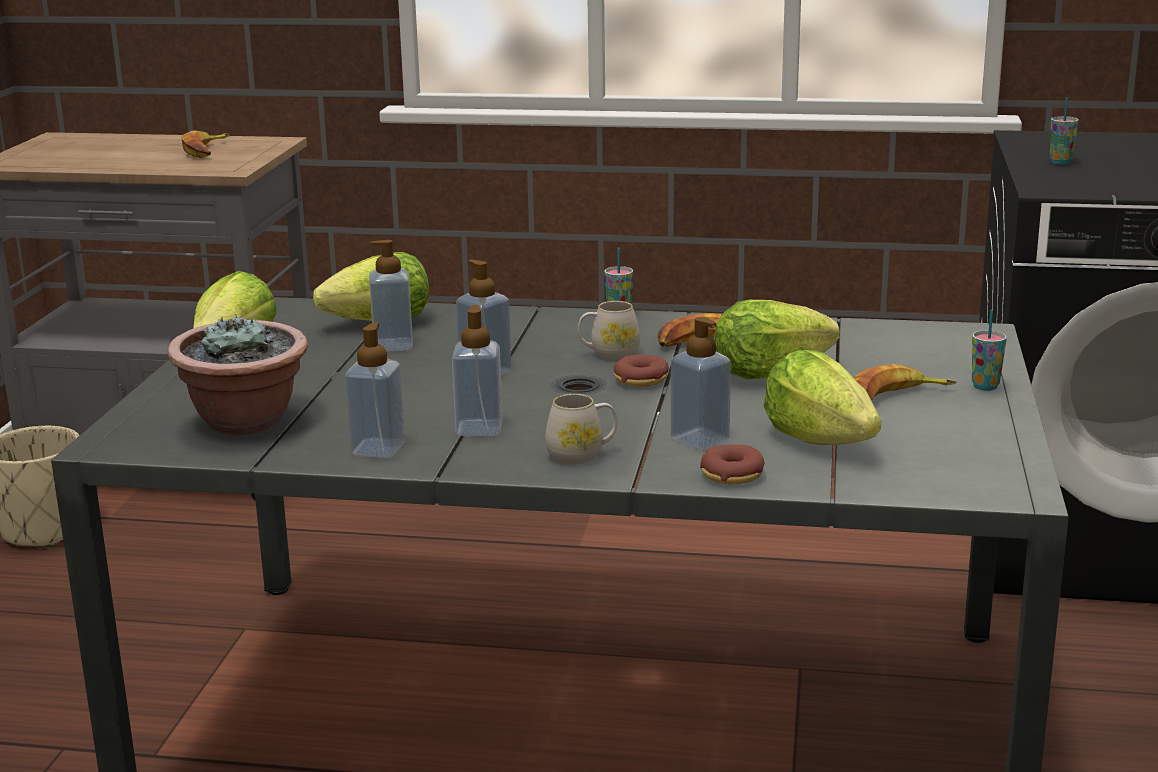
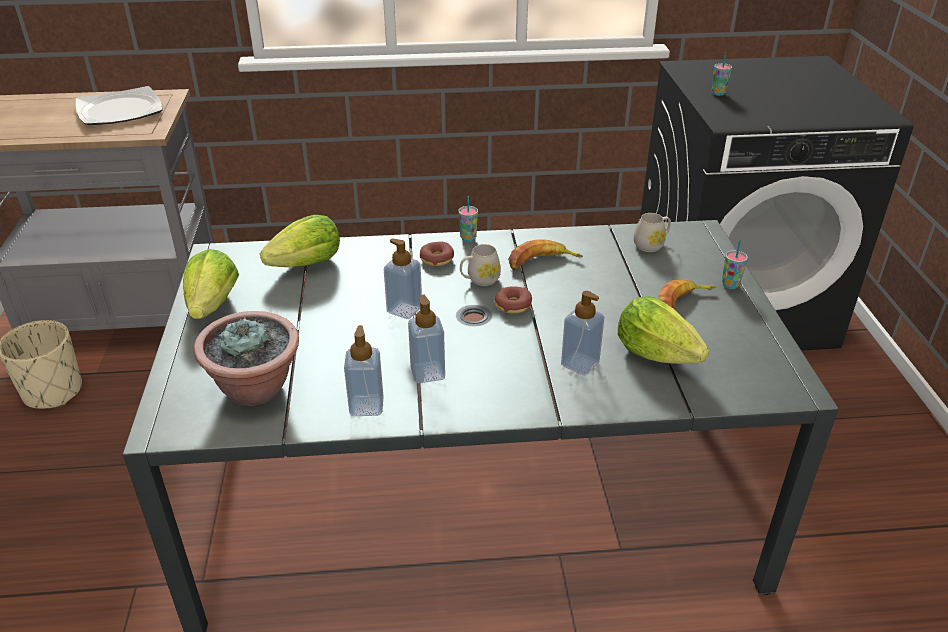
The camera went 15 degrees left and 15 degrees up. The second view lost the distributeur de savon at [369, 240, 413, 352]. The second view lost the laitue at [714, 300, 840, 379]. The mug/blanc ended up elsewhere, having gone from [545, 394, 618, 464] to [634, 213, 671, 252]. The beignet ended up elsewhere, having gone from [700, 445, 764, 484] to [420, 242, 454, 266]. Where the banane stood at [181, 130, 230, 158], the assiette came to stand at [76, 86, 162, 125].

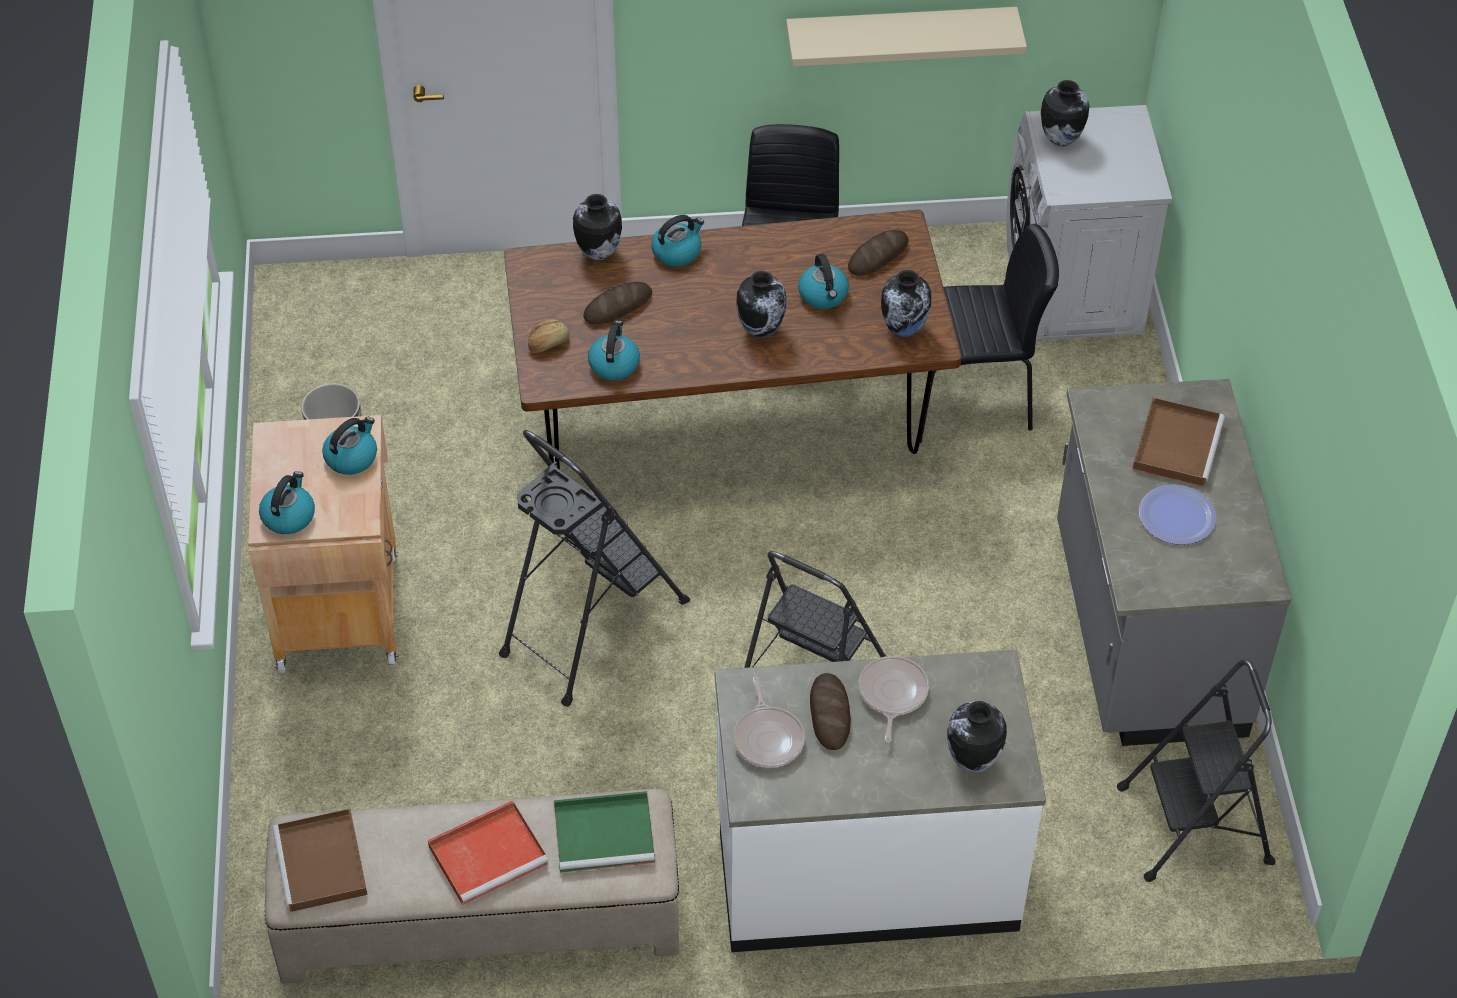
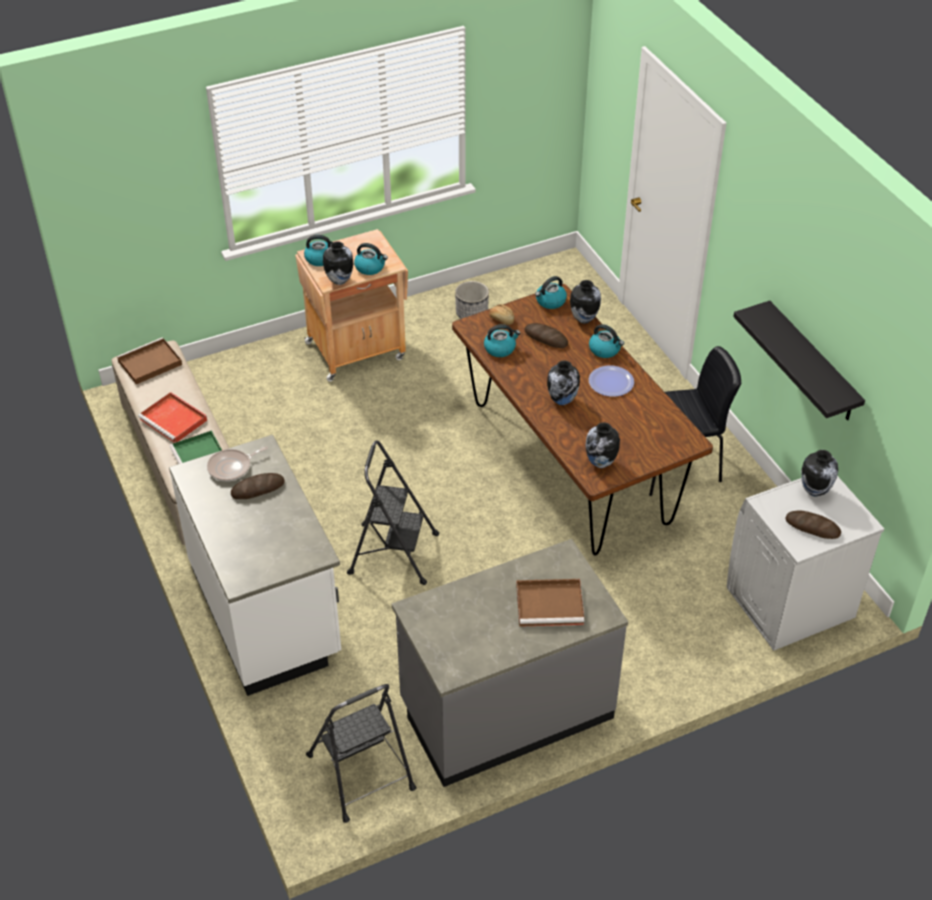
The camera went 70 degrees right and 5 degrees down. The second view lost the escabeau at [499, 430, 690, 706]. The second view lost the poêle at [859, 656, 929, 742]. The second view lost the chaise/noir at [920, 224, 1059, 443]. The bouilloire ended up elsewhere, having gone from [798, 254, 849, 309] to [535, 276, 567, 309]. The pain ended up elsewhere, having gone from [848, 230, 909, 276] to [785, 510, 841, 539]. The vase ended up elsewhere, having gone from [947, 701, 1007, 772] to [323, 241, 353, 285]. The assiette ended up elsewhere, having gone from [1139, 484, 1216, 545] to [589, 366, 634, 397]. What was the étagère/beige at [786, 7, 1027, 67] turned into the étagère/noir at [733, 301, 865, 420].

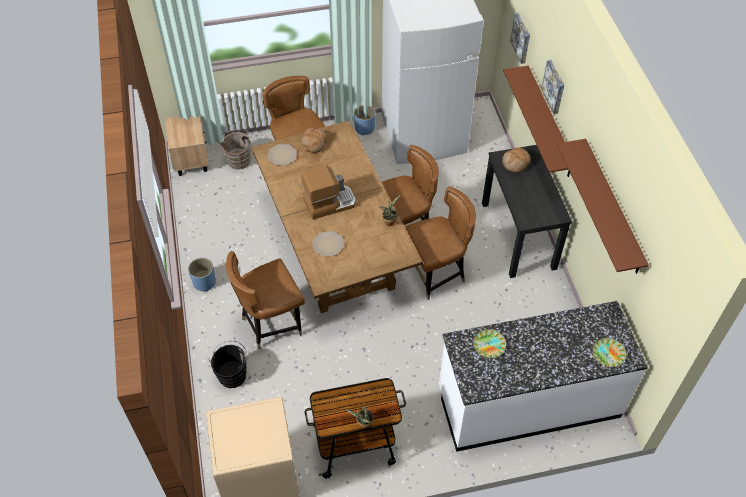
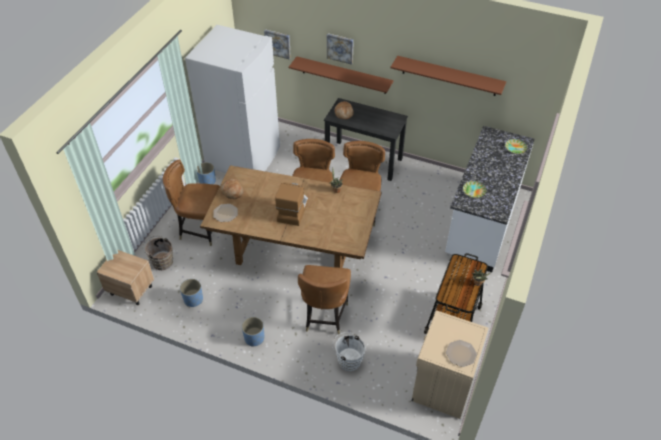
The camera went 55 degrees left and 5 degrees down. The second view gained the cache-pot/bleu at [180, 279, 203, 307]. The assiette ended up elsewhere, having gone from [312, 231, 344, 257] to [446, 340, 477, 367]. What was the seau/noir at [209, 340, 248, 388] turned into the seau/blanc at [332, 332, 365, 371].

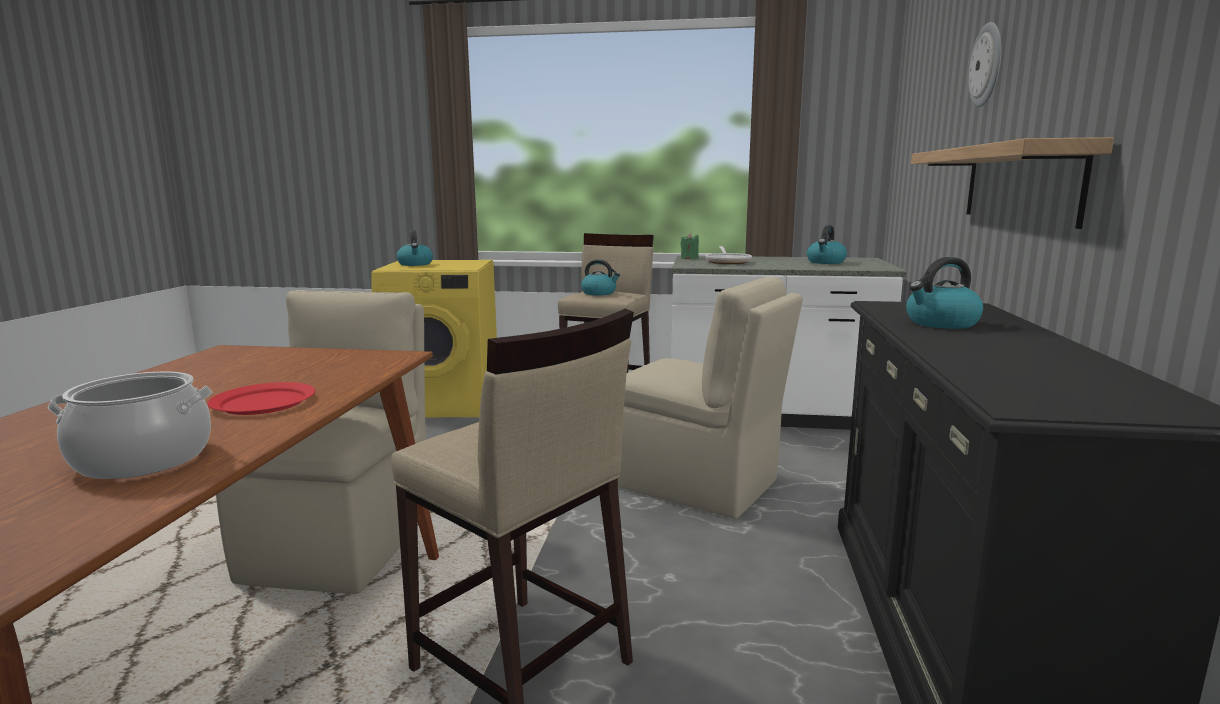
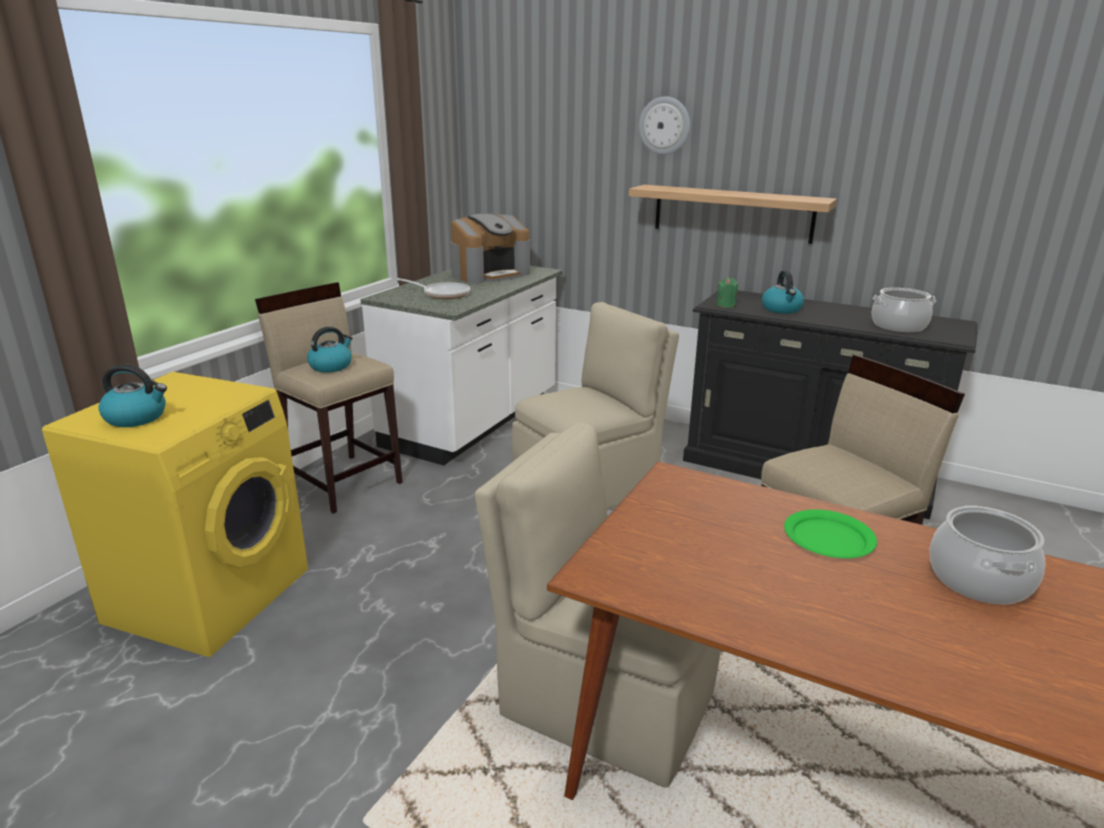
The camera went 70 degrees left and 10 degrees up. The second view gained the marmite at [871, 288, 936, 333]. The bougie/vert ended up elsewhere, having gone from [681, 232, 699, 259] to [716, 277, 738, 308]. Where the bouilloire stood at [807, 225, 847, 264], the machine à café came to stand at [451, 213, 530, 284]. What was the assiette/rouge at [208, 382, 315, 415] turned into the assiette/vert at [784, 509, 877, 558].

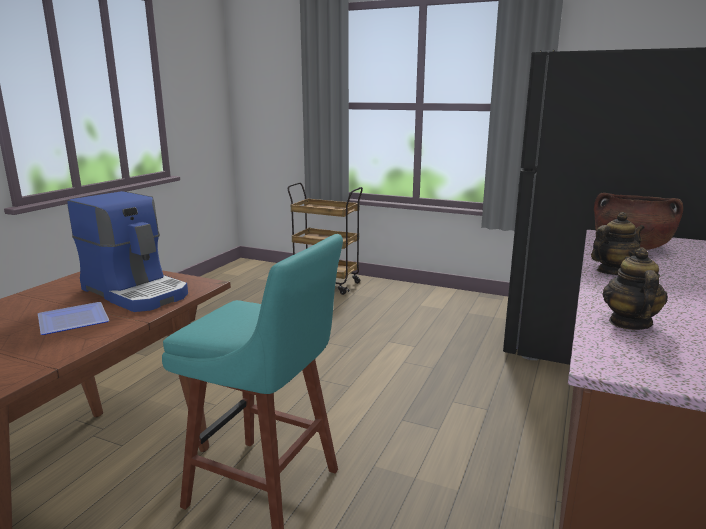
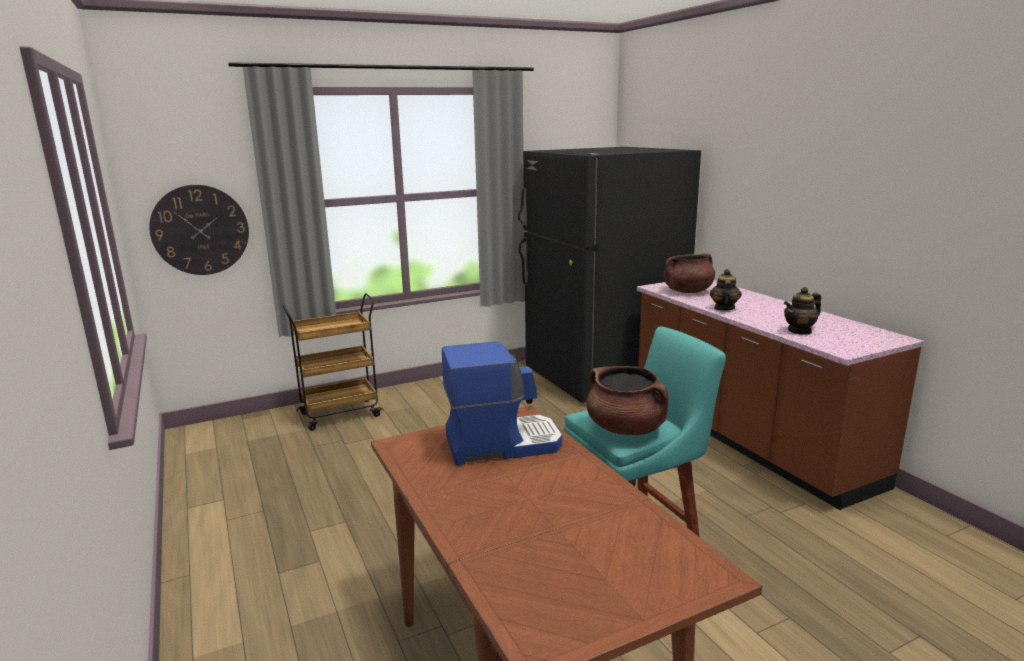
The camera went 50 degrees left and 0 degrees up. The second view lost the assiette at [38, 302, 109, 335]. The second view gained the horloge murale at [149, 185, 249, 275]. The second view gained the marmite/marron at [586, 366, 669, 435]. The théière at [603, 247, 668, 330] ended up facing another way, 75 degrees counterclockwise from before.

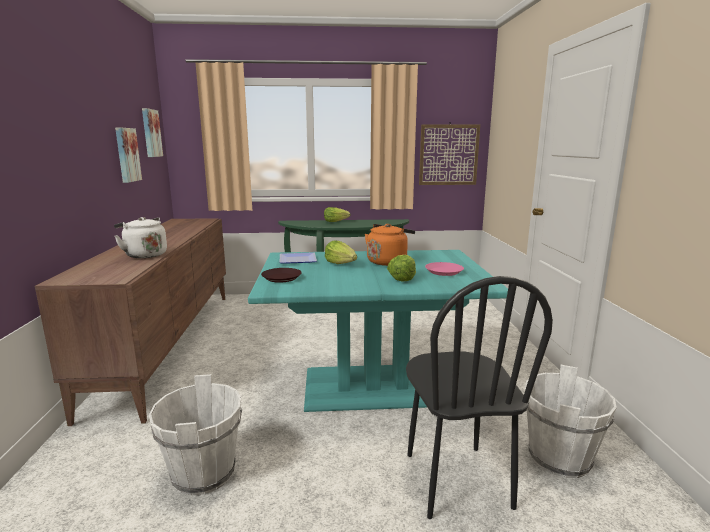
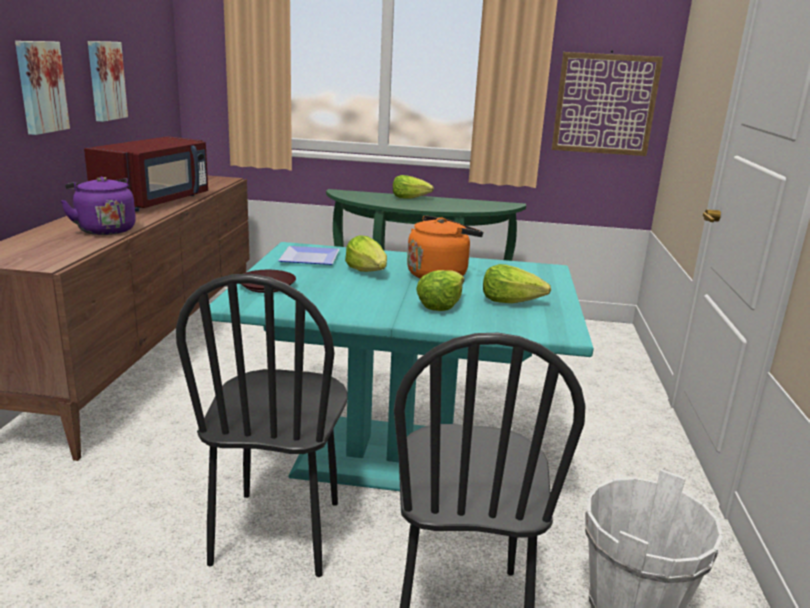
The camera went 10 degrees right and 5 degrees up. The second view lost the seau/blanc at [149, 374, 242, 495]. The second view gained the micro-ondes/rouge at [84, 136, 208, 212]. The second view gained the chaise/noir at [176, 274, 348, 577]. The tableau ended up elsewhere, having gone from [142, 108, 163, 157] to [15, 41, 70, 135]. Where the assiette/rose stood at [425, 262, 464, 276], the laitue came to stand at [483, 264, 551, 303]. What was the bouilloire/blanc at [114, 217, 167, 258] turned into the bouilloire/violet at [61, 177, 136, 235].

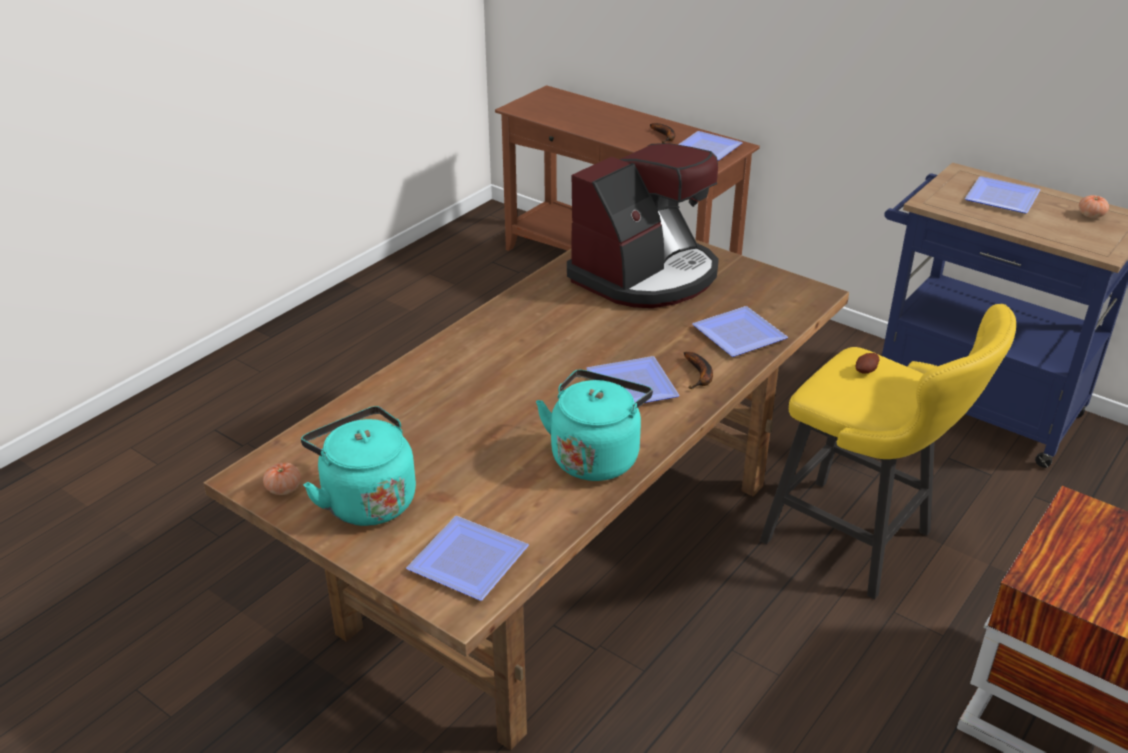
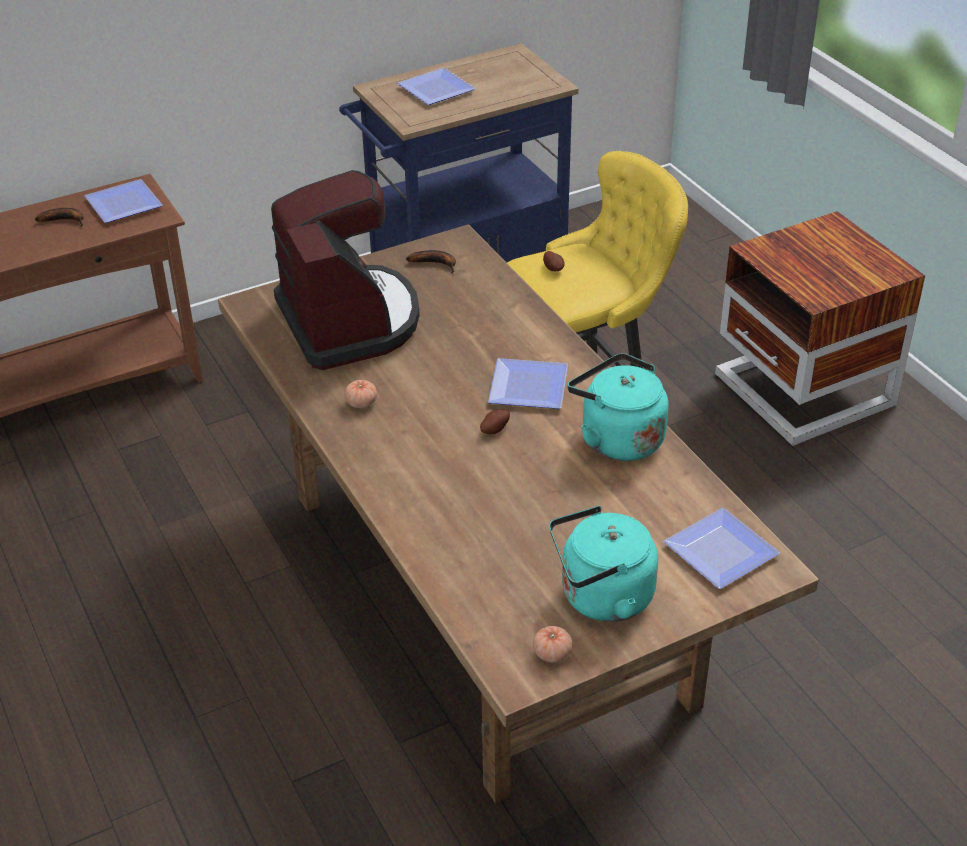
The camera went 65 degrees left and 5 degrees up. The second view lost the assiette at [692, 306, 788, 357]. The second view gained the pomme de terre at [480, 409, 510, 435]. The banane ended up elsewhere, having gone from [684, 352, 713, 389] to [406, 250, 456, 273]. The tomate ended up elsewhere, having gone from [1079, 195, 1109, 218] to [344, 380, 377, 408].

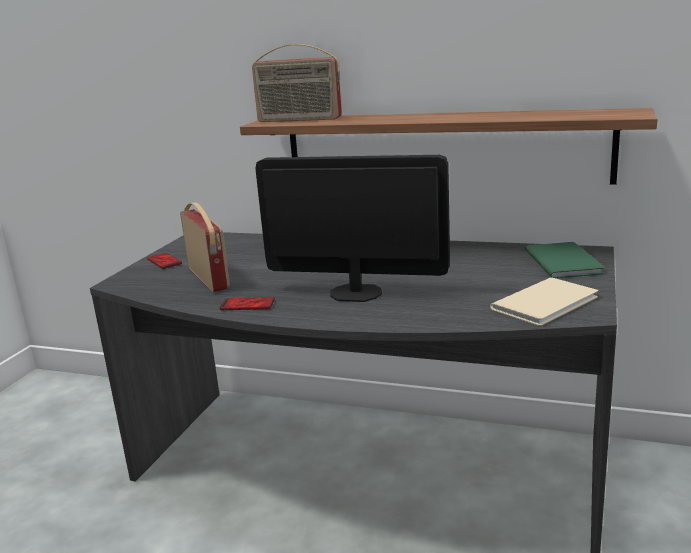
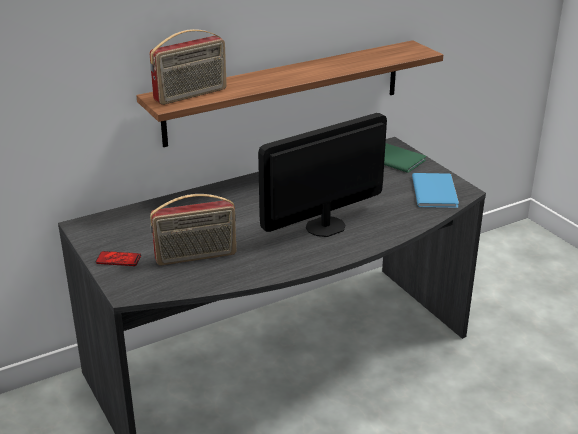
The camera went 50 degrees left and 10 degrees up. The second view lost the téléphone at [220, 297, 275, 310]. What was the livre/beige at [490, 277, 598, 326] turned into the livre/bleu at [412, 173, 459, 208]. The radio at [180, 202, 230, 292] ended up facing another way, 150 degrees clockwise from before.

